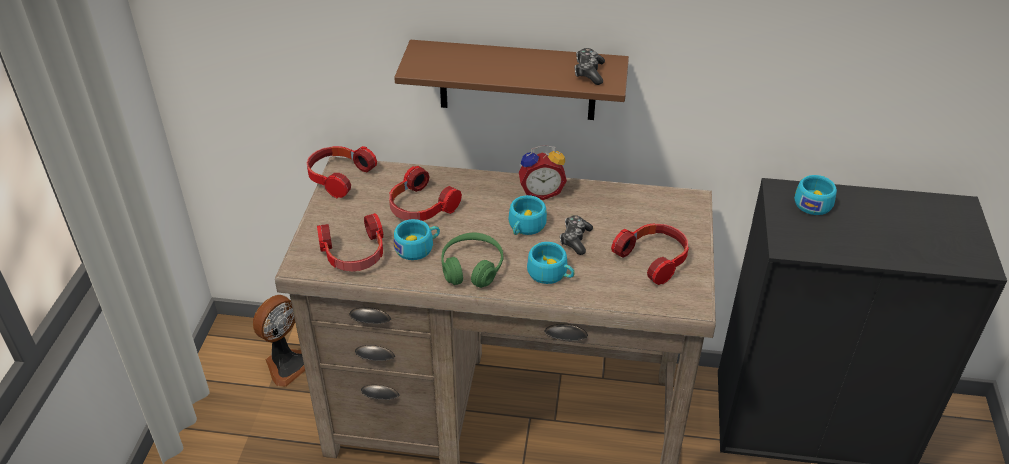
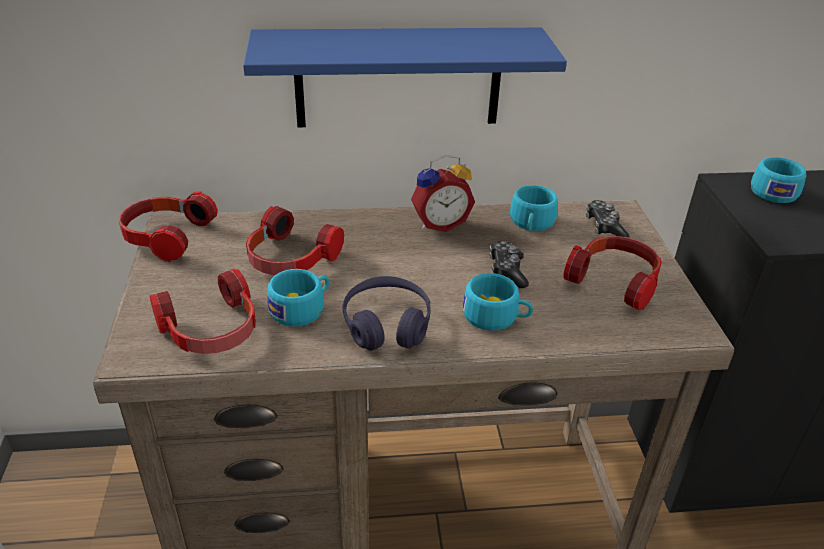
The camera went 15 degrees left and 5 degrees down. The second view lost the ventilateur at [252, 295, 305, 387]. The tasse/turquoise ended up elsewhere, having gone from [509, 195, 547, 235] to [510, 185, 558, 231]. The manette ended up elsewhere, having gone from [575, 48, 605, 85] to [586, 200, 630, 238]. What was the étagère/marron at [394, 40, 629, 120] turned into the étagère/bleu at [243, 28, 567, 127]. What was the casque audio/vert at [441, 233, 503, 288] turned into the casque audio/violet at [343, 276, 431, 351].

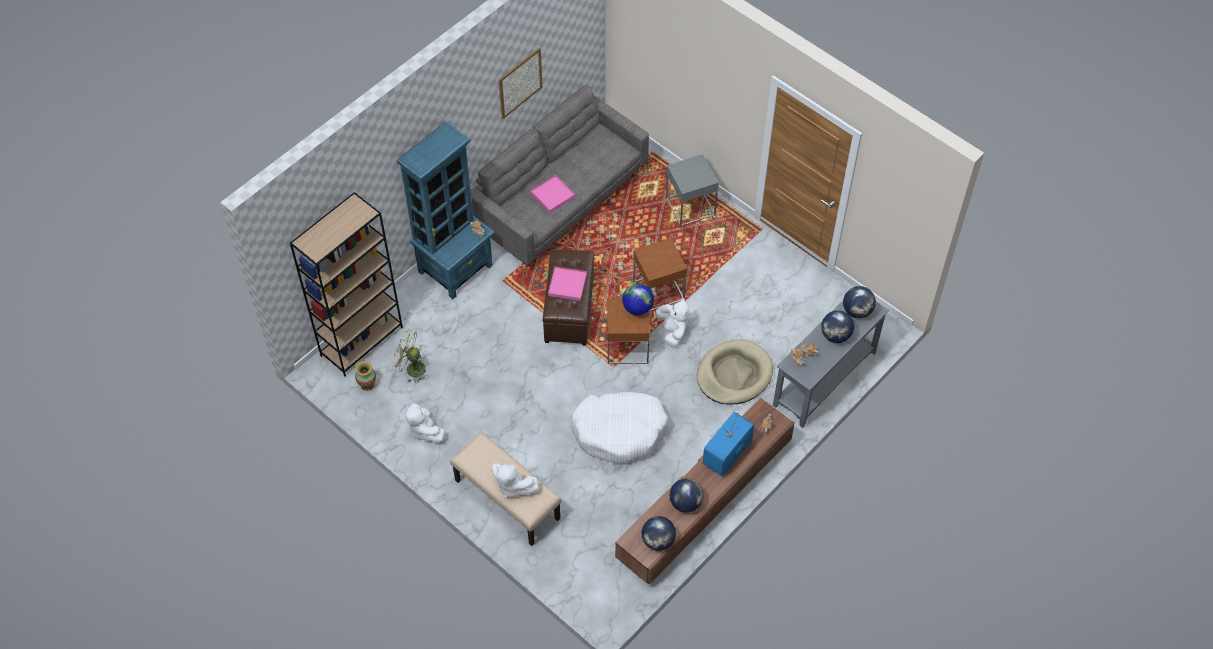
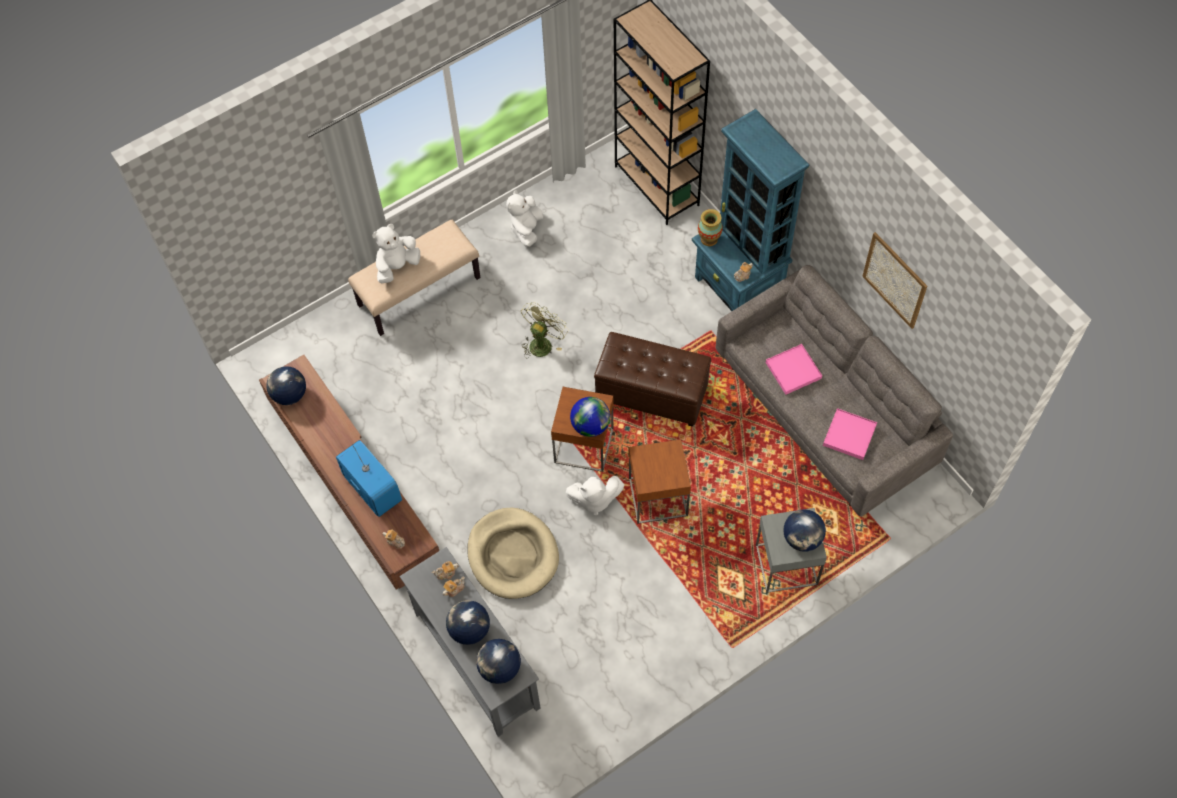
The camera went 105 degrees right and 5 degrees up. The second view lost the panier pour chien/blanc at [571, 392, 669, 464]. The vase ended up elsewhere, having gone from [355, 361, 376, 391] to [698, 209, 723, 246]. The ventilateur/vert ended up elsewhere, having gone from [392, 330, 429, 383] to [521, 302, 568, 358]. The plateau/rose ended up elsewhere, having gone from [548, 267, 587, 301] to [823, 408, 877, 460]. The globe ended up elsewhere, having gone from [670, 479, 704, 513] to [783, 510, 826, 552]. The peluche/blanc at [405, 403, 445, 442] ended up facing another way, 60 degrees counterclockwise from before.

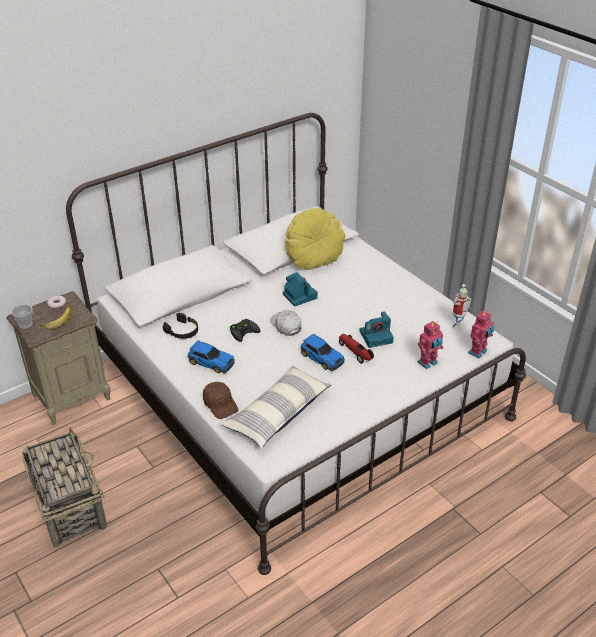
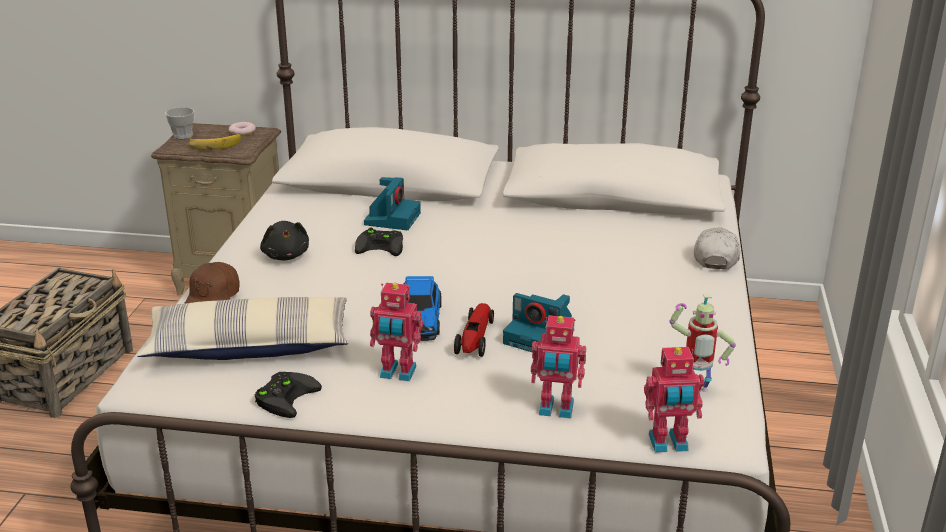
The camera went 45 degrees right and 10 degrees down. The second view lost the casque audio/noir at [163, 313, 198, 339]. The second view lost the coussin/jaune at [285, 208, 345, 270]. The second view gained the manette/noir at [255, 372, 322, 418]. The second view gained the robot jouet at [370, 283, 423, 381]. The casquette/blanc ended up elsewhere, having gone from [270, 310, 301, 336] to [694, 227, 740, 269]. The appareil photo ended up elsewhere, having gone from [283, 272, 318, 306] to [364, 177, 421, 230]. Where the petite voiture stood at [188, 340, 235, 373], the peluche/noir came to stand at [260, 221, 309, 261].

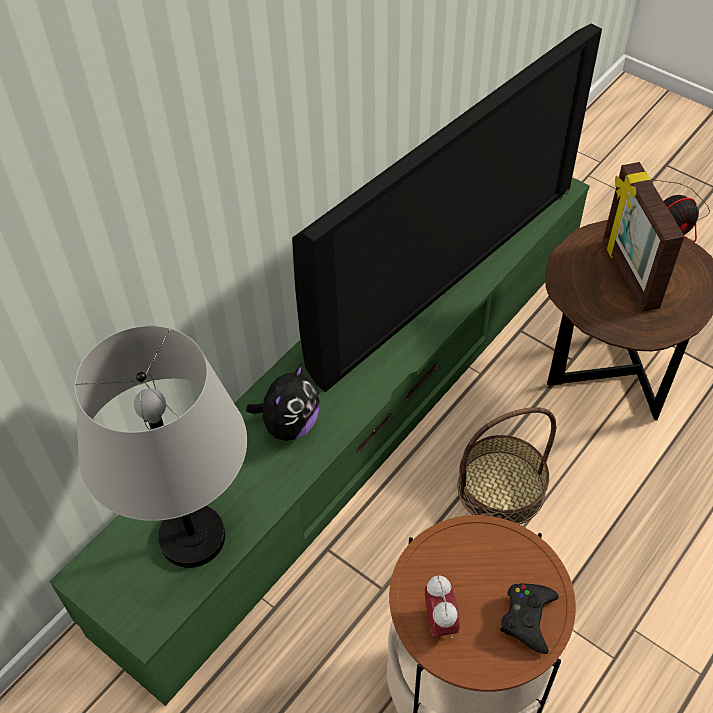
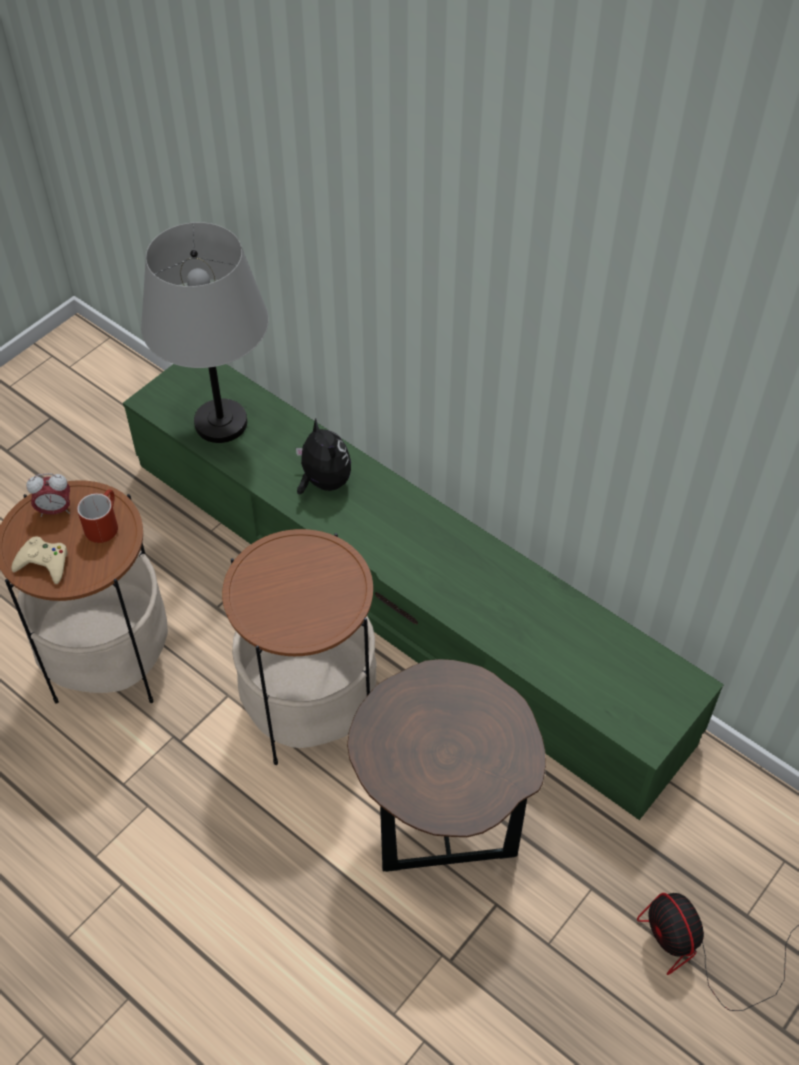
The camera went 90 degrees right and 0 degrees up. The second view lost the téléviseur at [292, 23, 602, 392]. The second view lost the cadre photo at [603, 162, 684, 312]. The second view gained the mug/rouge at [77, 490, 118, 543]. Where the panier stood at [458, 407, 556, 525], the table d'appoint came to stand at [222, 529, 377, 765]. What was the manette/noir at [500, 584, 559, 654] turned into the manette/beige at [11, 537, 67, 584]. The peluche at [246, 363, 320, 441] ended up facing another way, 150 degrees counterclockwise from before.

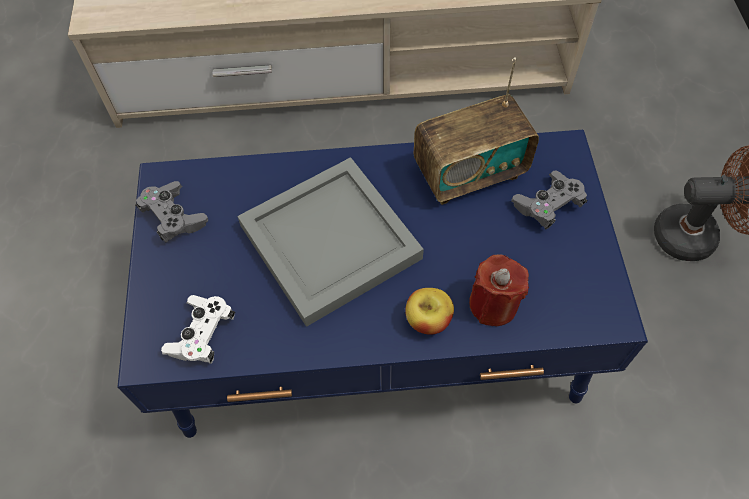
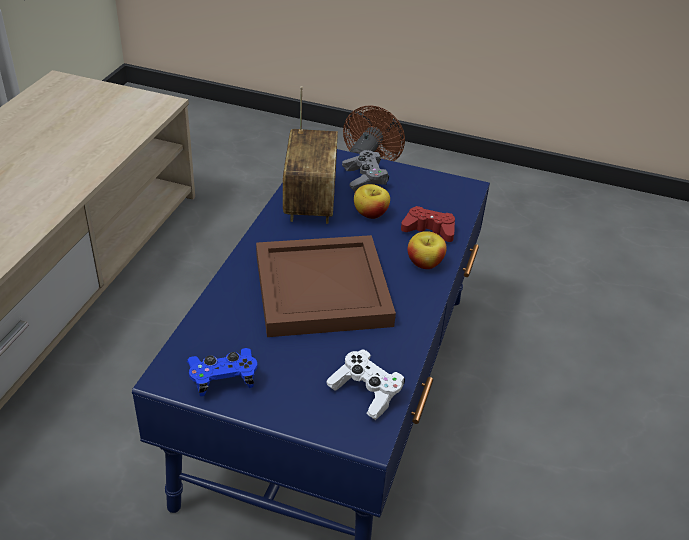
The camera went 70 degrees left and 20 degrees down. The second view gained the pomme at [354, 184, 390, 219]. Where the bougie/rouge stood at [469, 255, 529, 326], the manette/rouge came to stand at [401, 206, 455, 242]. What was the manette/gris at [135, 181, 208, 243] turned into the manette/bleu at [187, 348, 258, 396]. What was the plateau/gris at [237, 157, 424, 327] turned into the plateau/marron at [256, 235, 396, 337].

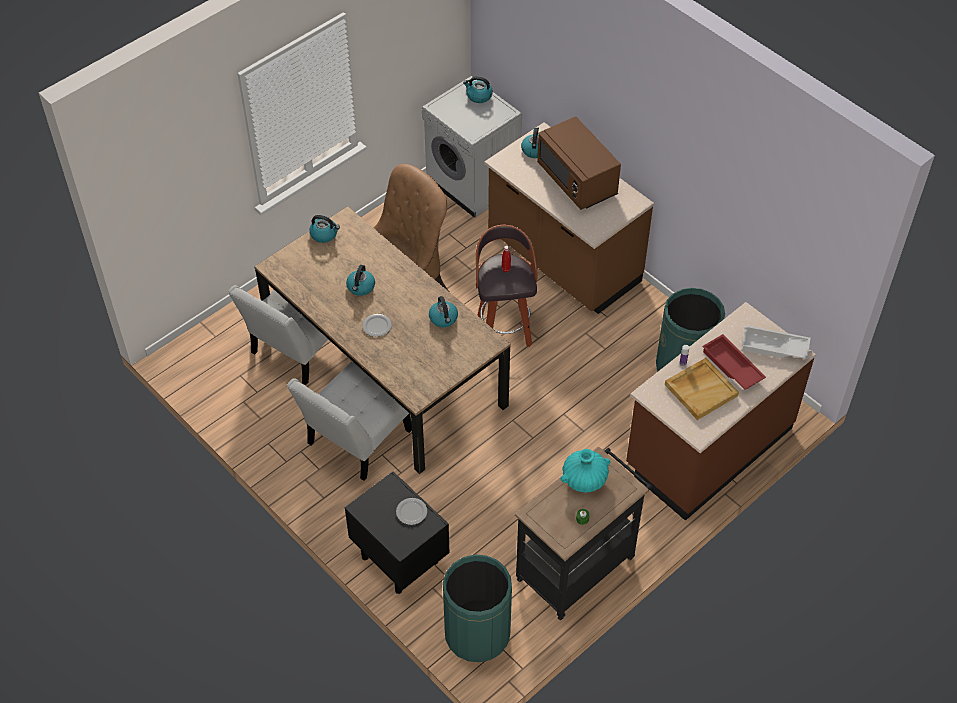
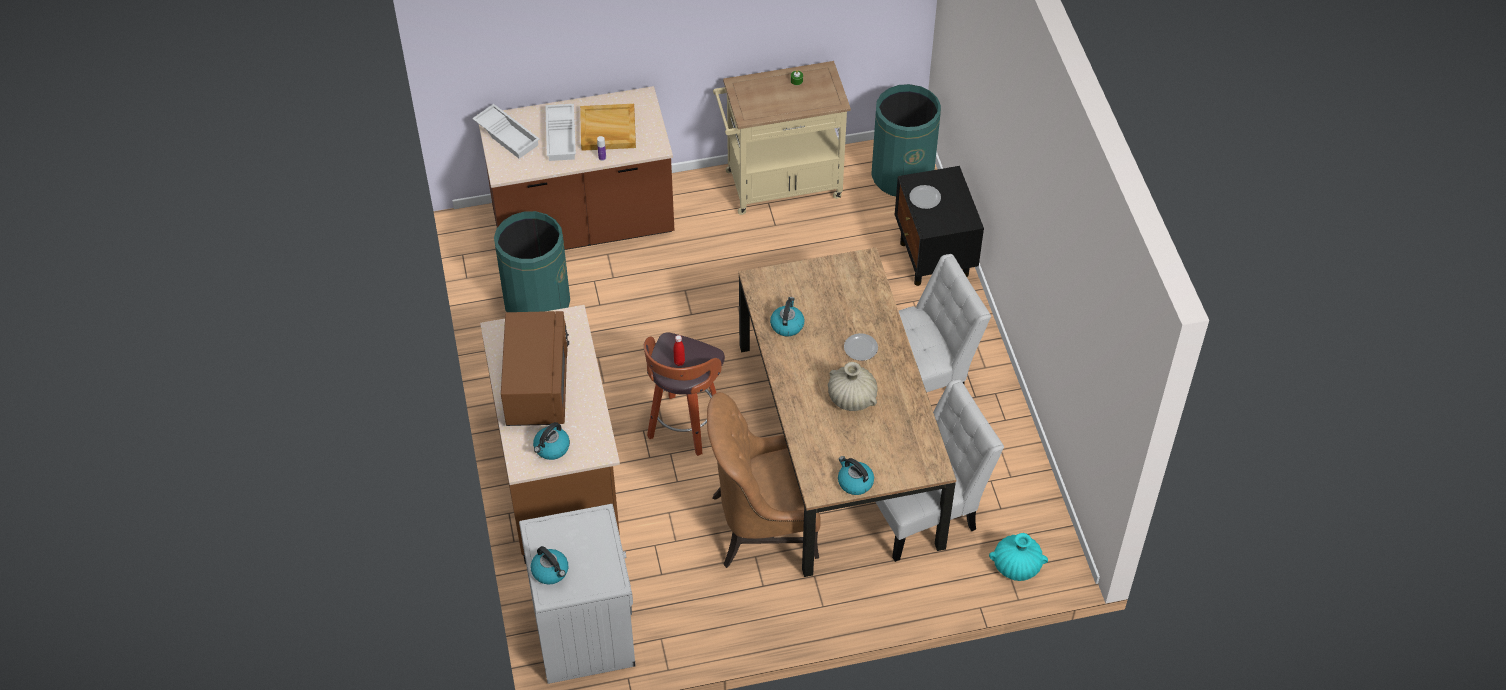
The camera went 150 degrees left and 0 degrees up. The vase/turquoise ended up elsewhere, having gone from [560, 449, 610, 492] to [989, 533, 1048, 581]. Where the bouilloire stood at [346, 265, 375, 296], the vase/beige came to stand at [828, 362, 878, 411]. What was the chariot/noir at [515, 446, 653, 620] turned into the chariot/beige at [713, 61, 851, 215]. What was the plateau/rouge at [702, 334, 766, 390] turned into the plateau/blanc at [545, 104, 576, 161].

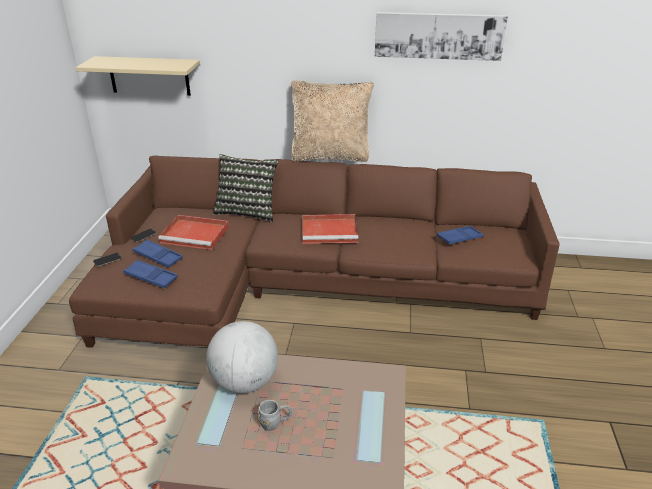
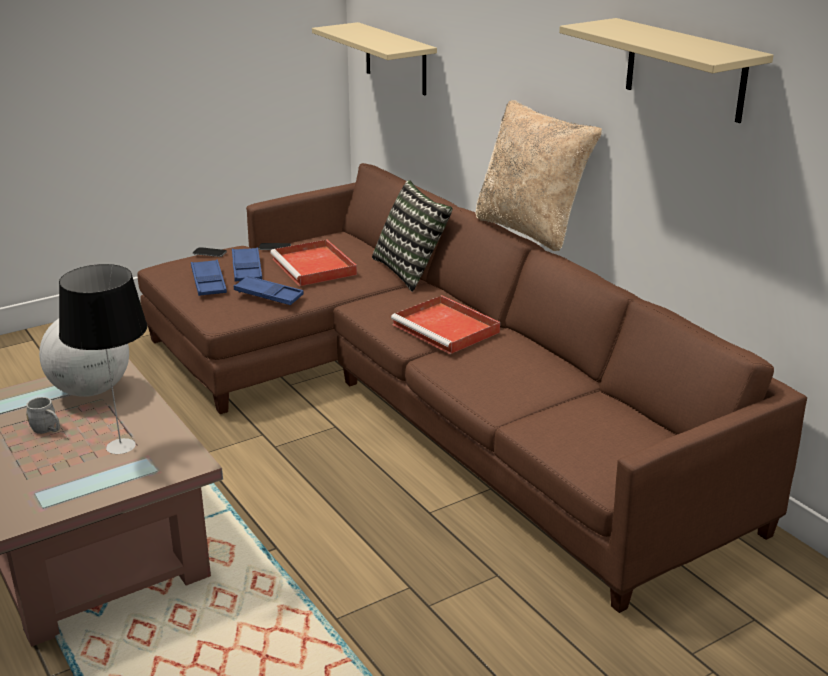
The camera went 50 degrees right and 5 degrees down. The second view gained the lampe de table at [59, 264, 147, 454]. The plateau/bleu ended up elsewhere, having gone from [437, 226, 484, 245] to [234, 276, 303, 305]. Where the tableau hung at [375, 12, 508, 61], the étagère/beige came to hang at [559, 18, 773, 123].

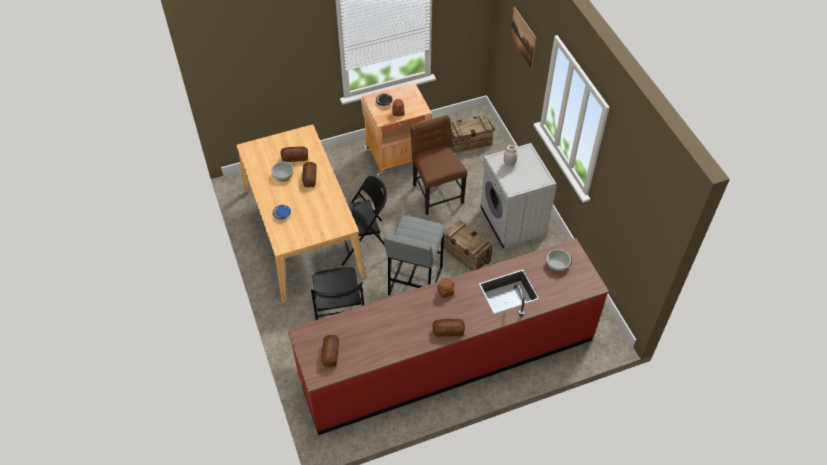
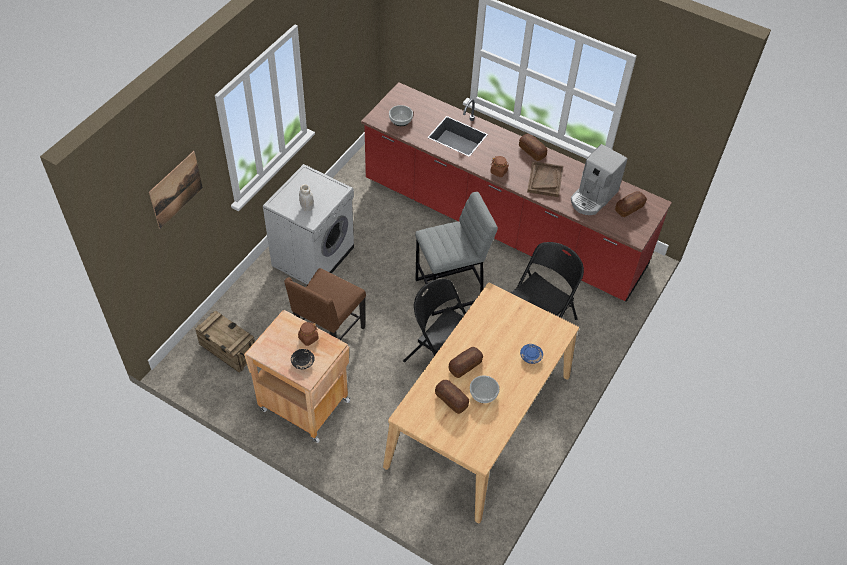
The camera went 130 degrees left and 0 degrees up. The second view lost the caisse at [443, 221, 493, 271]. The second view gained the plateau/marron at [527, 161, 563, 197]. The second view gained the machine à café at [571, 144, 628, 215].

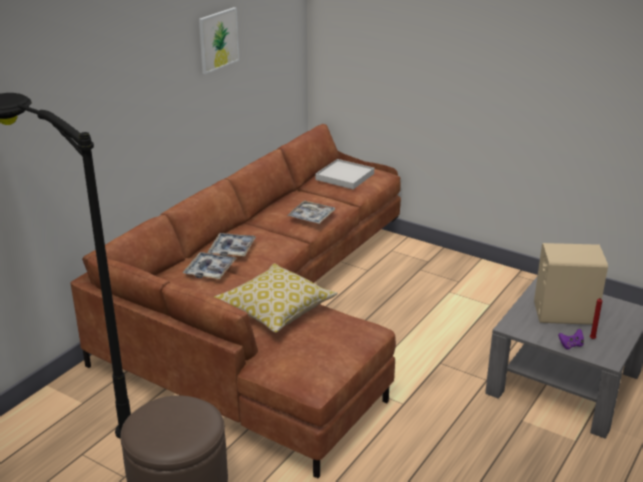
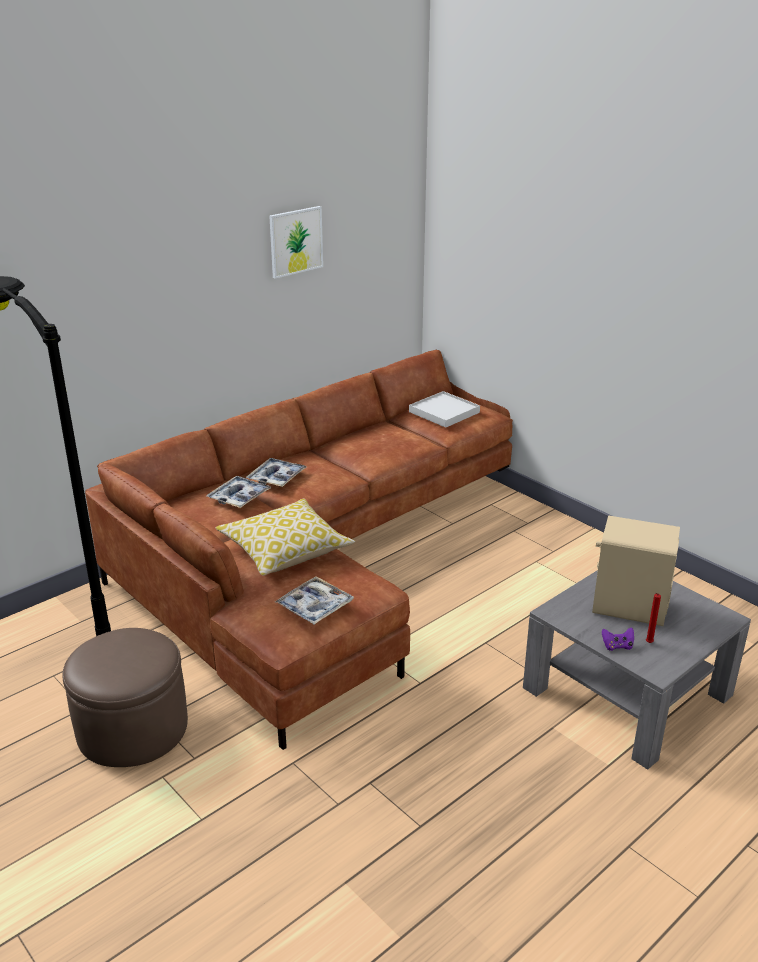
The camera went 15 degrees right and 0 degrees up. The plateau ended up elsewhere, having gone from [287, 200, 336, 224] to [275, 576, 354, 625].

